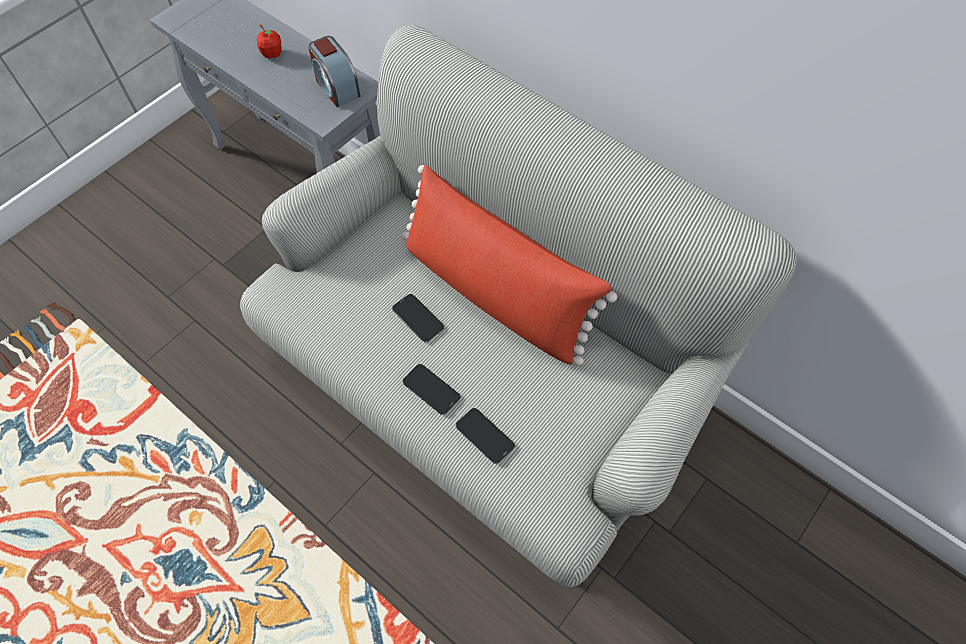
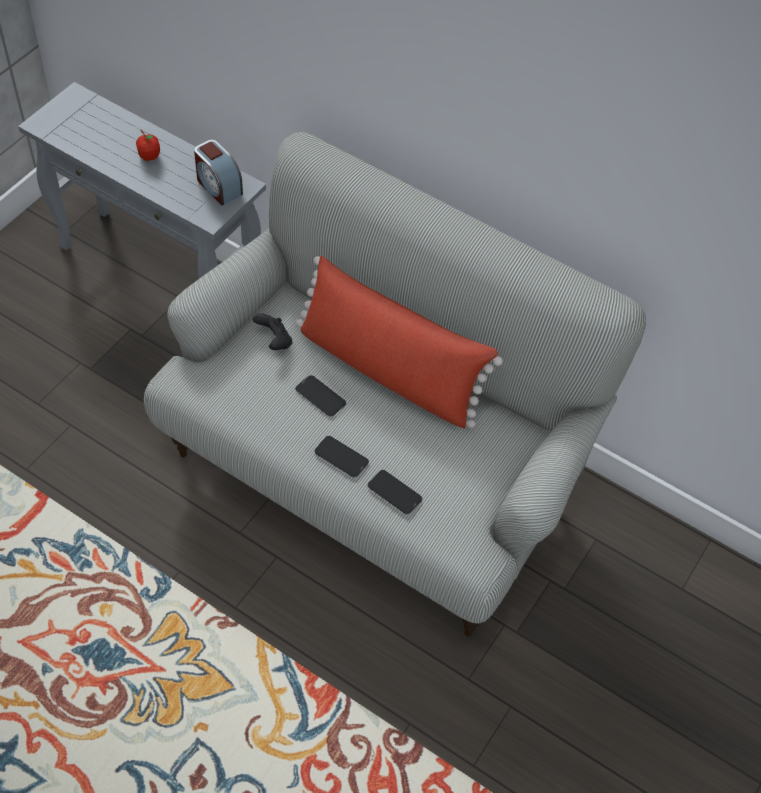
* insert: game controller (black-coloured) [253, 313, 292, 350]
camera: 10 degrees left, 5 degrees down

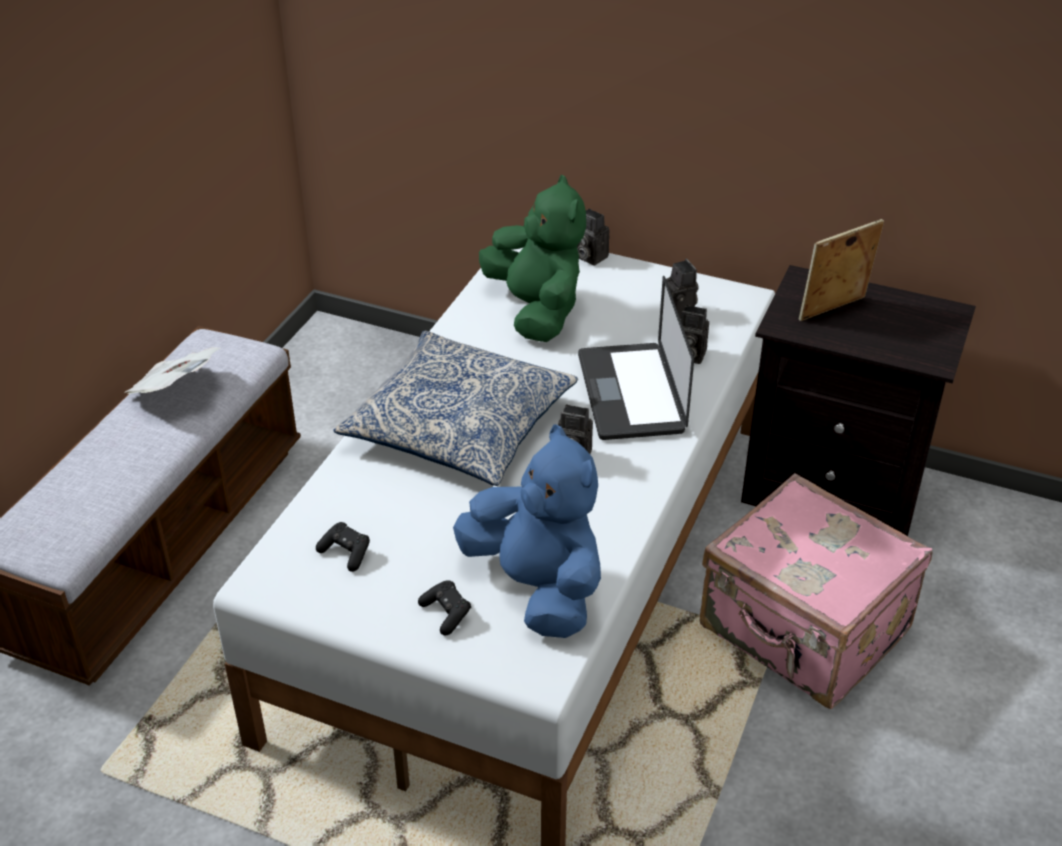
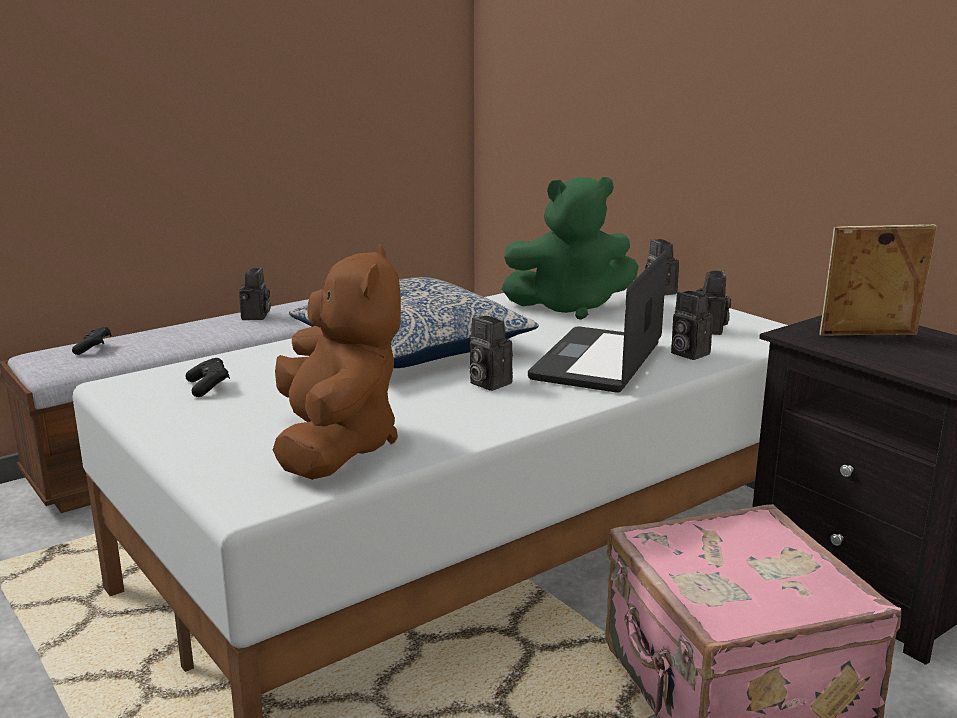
* replace: daily paper [124, 347, 221, 394] to photo camera [239, 267, 271, 320]
* move: game controller (black-coloured) [418, 580, 471, 635] to [72, 327, 112, 355]
* recolor: soft toy (blue) [453, 424, 601, 638] to soft toy (brownish) [273, 245, 401, 480]
* rotate: soft toy (green-coloured) [479, 175, 586, 342] = [502, 177, 639, 320] 75 degrees clockwise
camera: 30 degrees right, 20 degrees down

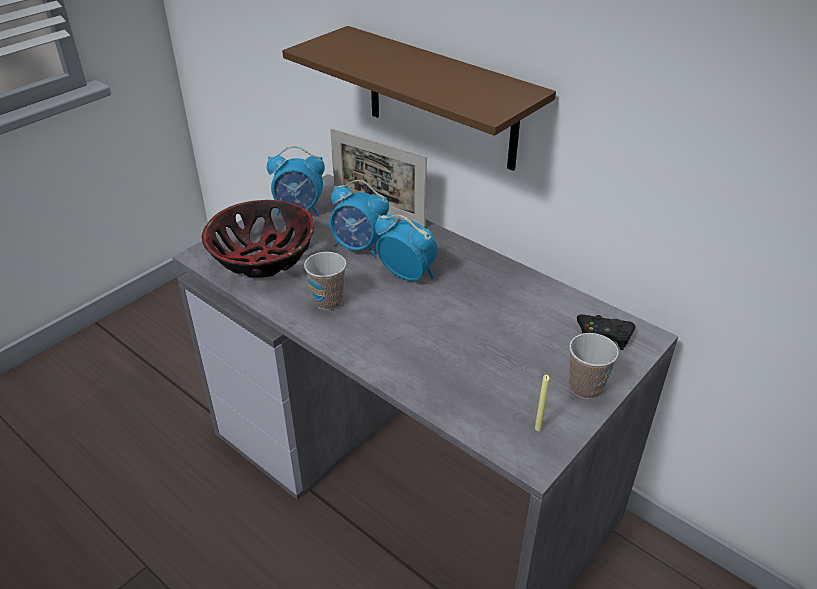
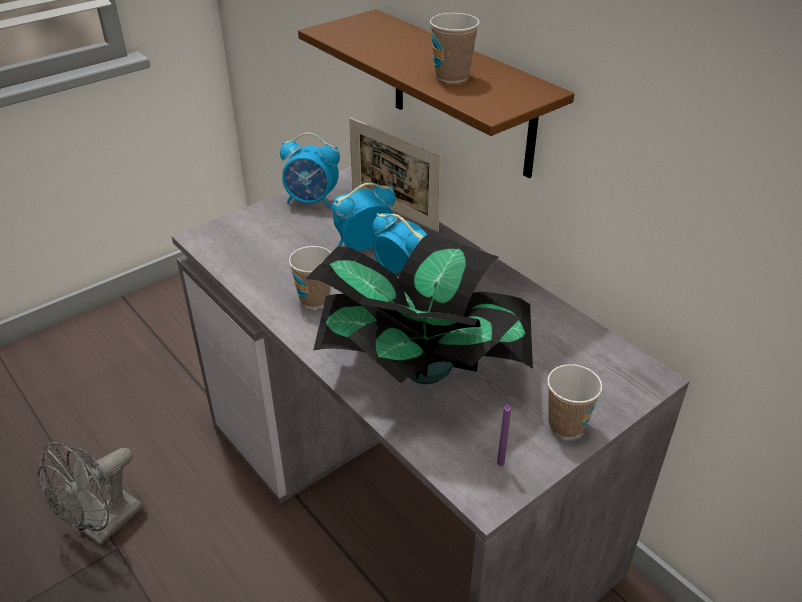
* delete: bowl [202, 200, 314, 278]
* rotate: alarm clock [330, 180, 389, 257] = [332, 183, 395, 251] 120 degrees clockwise
* recolor: candle (yellow) [535, 375, 549, 431] to candle (purple-coloured) [497, 404, 511, 466]
* delete: game controller (black-coloured) [577, 314, 635, 350]
* insert: electric fan (gray) [38, 442, 143, 546]
* insert: houseplant [306, 233, 533, 384]
* insert: cup [430, 13, 480, 83]
camera: 10 degrees right, 0 degrees up

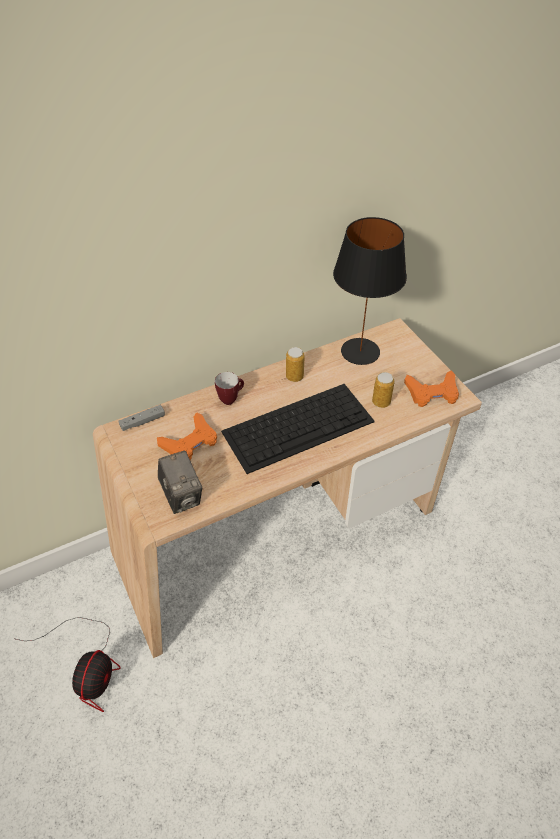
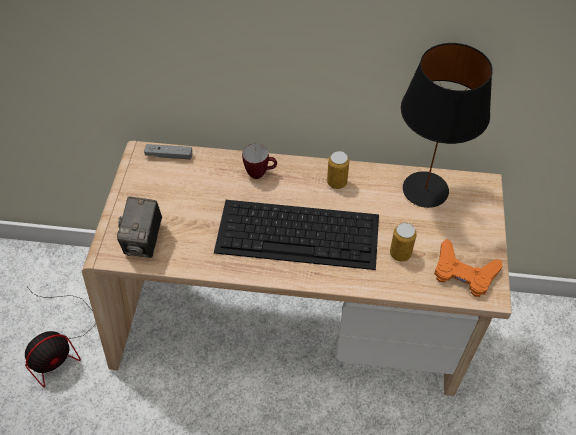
* delete: game controller (orangey) [157, 412, 217, 460]
camera: 35 degrees right, 5 degrees up

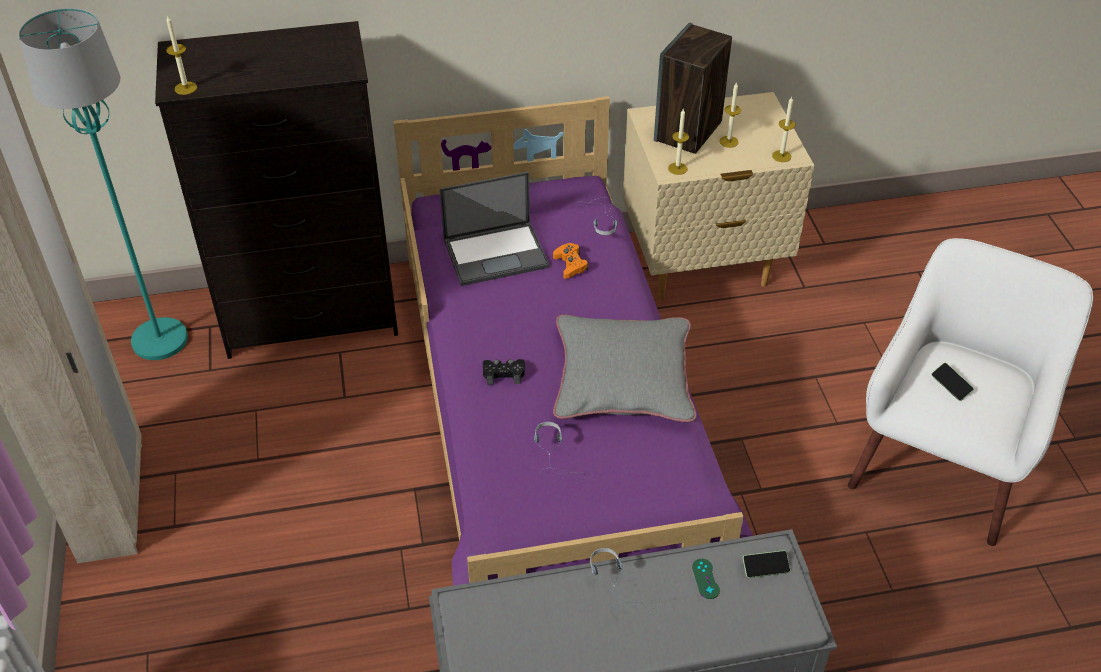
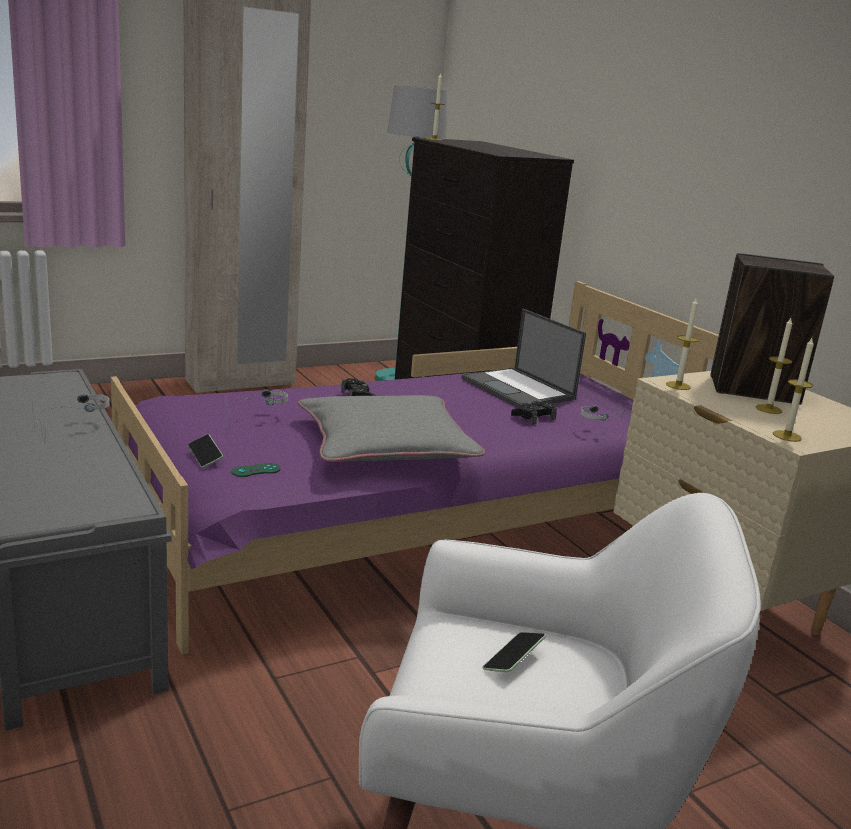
* recolor: game controller (orangey) [553, 243, 588, 279] to game controller (black-coloured) [511, 400, 557, 425]
* move: game controller (green-coloured) [692, 559, 720, 599] to [231, 463, 281, 477]
* move: telephone [743, 550, 791, 578] to [188, 434, 223, 468]
camera: 70 degrees right, 25 degrees down

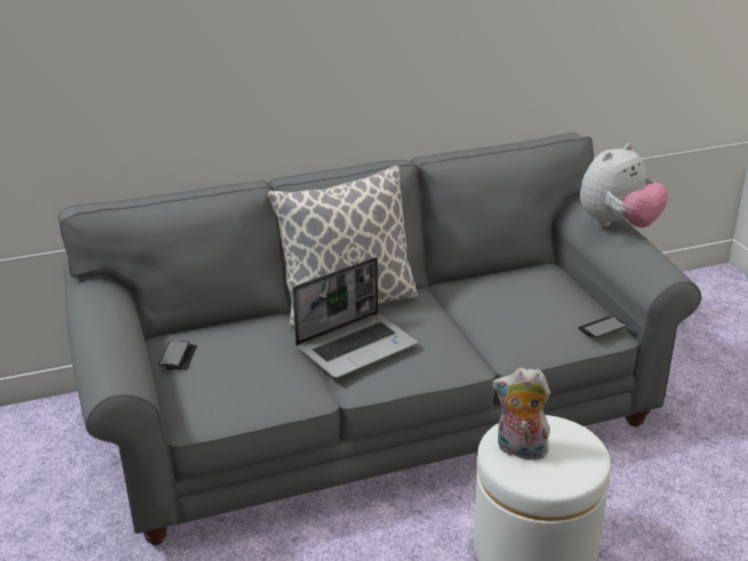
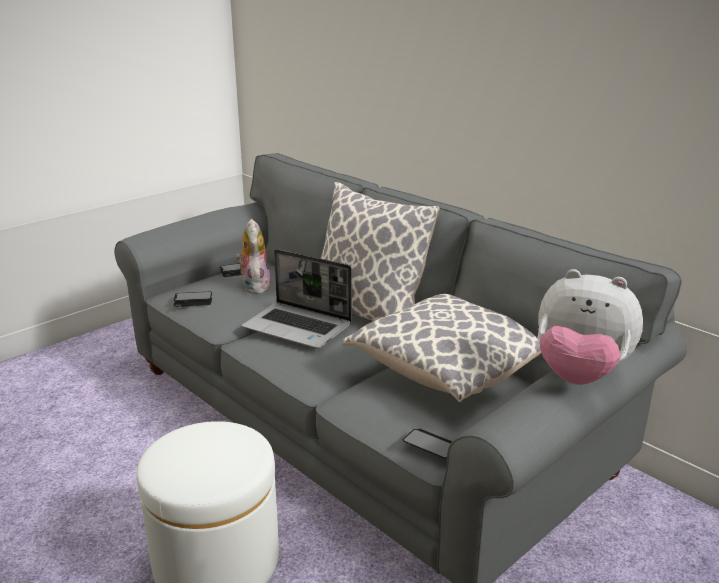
* move: soft toy [492, 368, 551, 463] to [236, 219, 271, 294]
* insert: telephone [173, 291, 212, 307]
* insert: throw pillow [342, 294, 541, 402]
camera: 65 degrees right, 5 degrees down

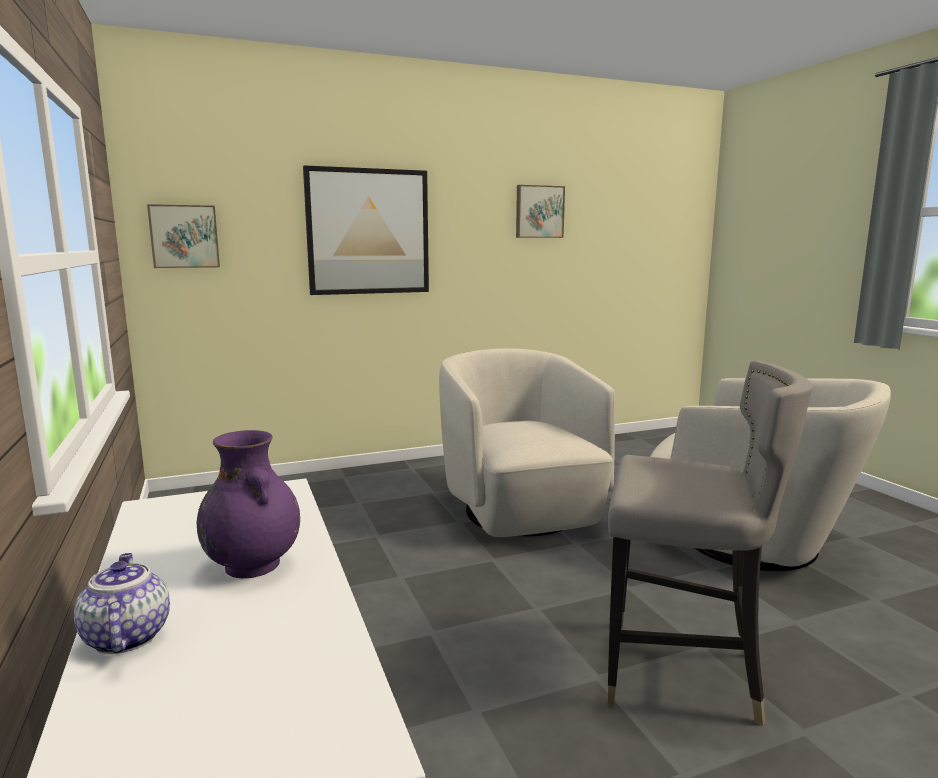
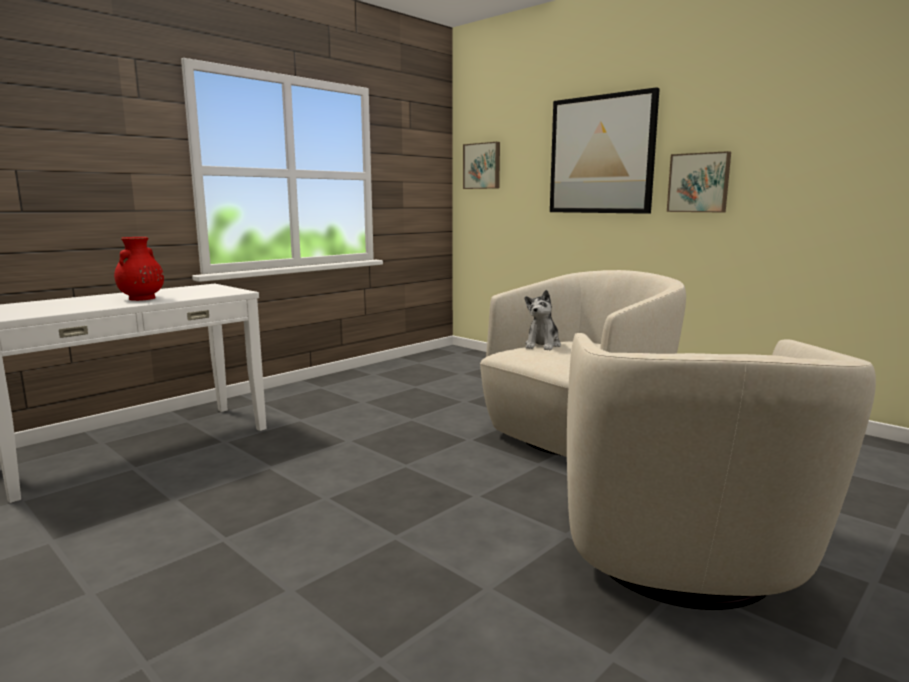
* delete: tea pot [74, 553, 170, 654]
* recolor: flower vase (purple-coloured) [197, 430, 300, 578] to flower vase (red-coloured) [114, 237, 164, 301]
* move: wall art [516, 185, 565, 238] to [667, 151, 731, 213]
* delete: stool seat (gray) [607, 361, 813, 726]
* insert: soft toy [525, 290, 561, 350]
camera: 65 degrees right, 0 degrees up

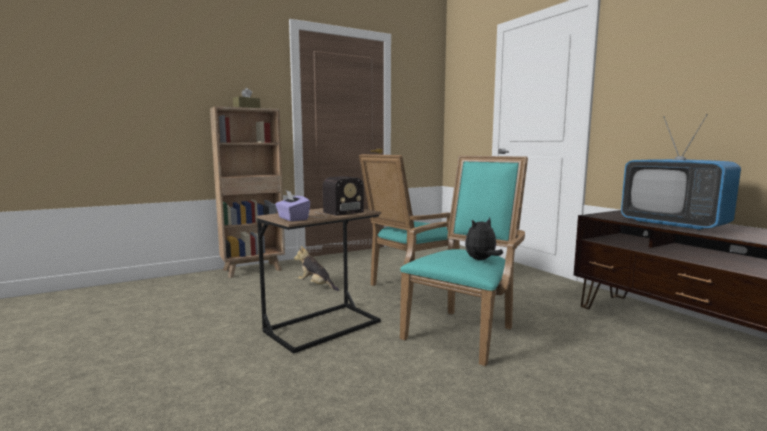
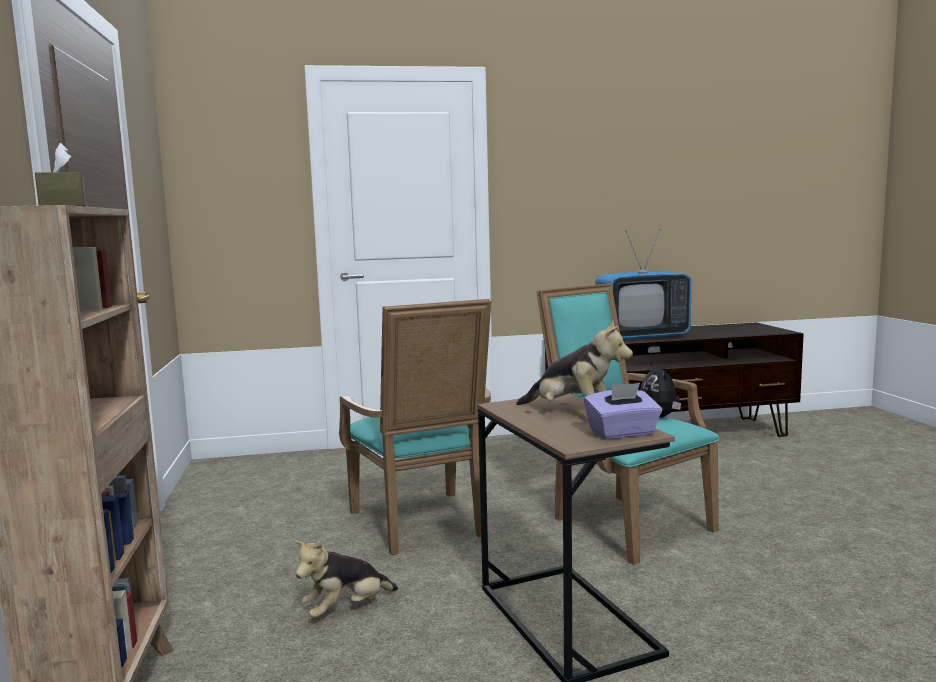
* replace: radio set [309, 176, 364, 218] to soft toy [516, 319, 633, 405]
camera: 70 degrees left, 0 degrees up

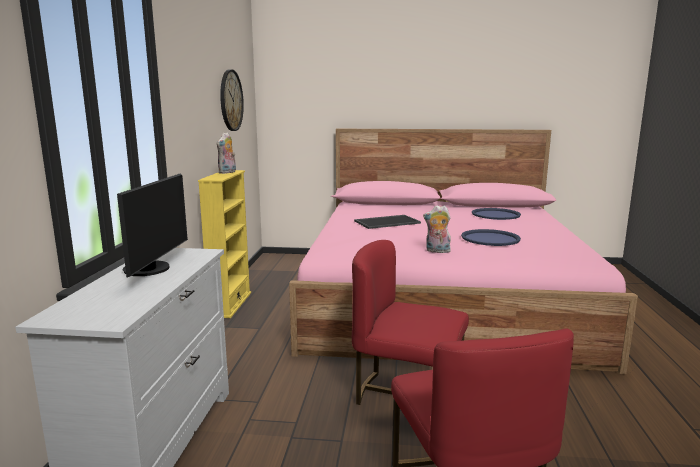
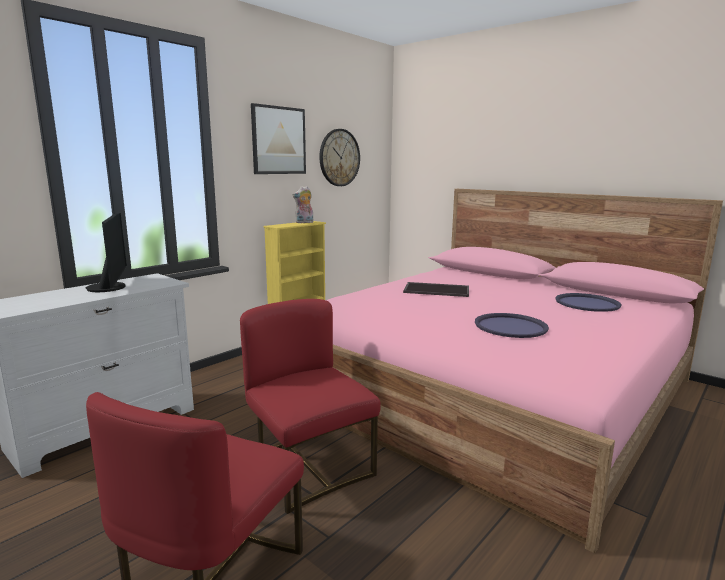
* rotate: computer display [117, 174, 188, 277] = [86, 212, 127, 292] 60 degrees counterclockwise
* delete: soft toy [423, 206, 451, 253]
* insert: wall art [251, 103, 306, 174]
camera: 35 degrees right, 0 degrees up

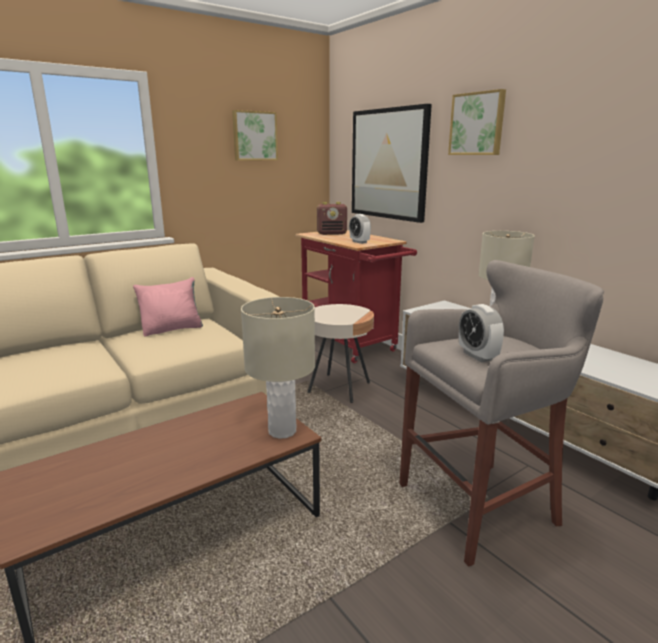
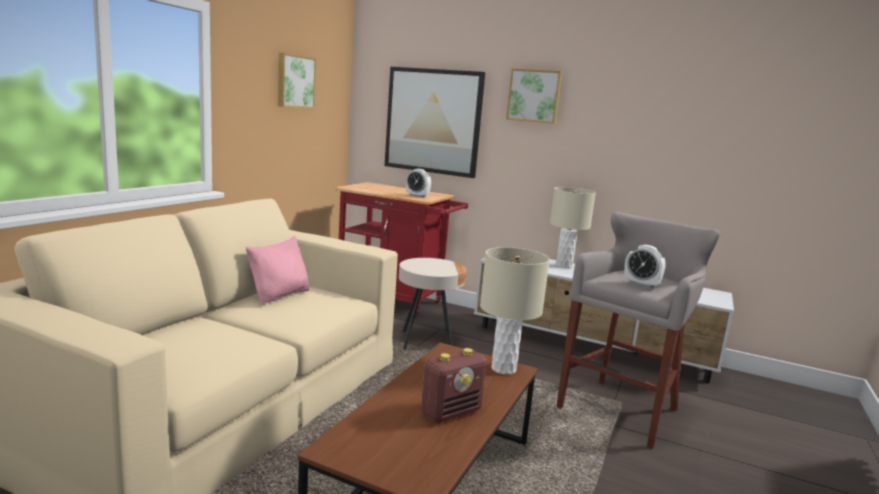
* move: radio set [317, 202, 347, 235] to [421, 348, 487, 423]
camera: 30 degrees left, 5 degrees down

